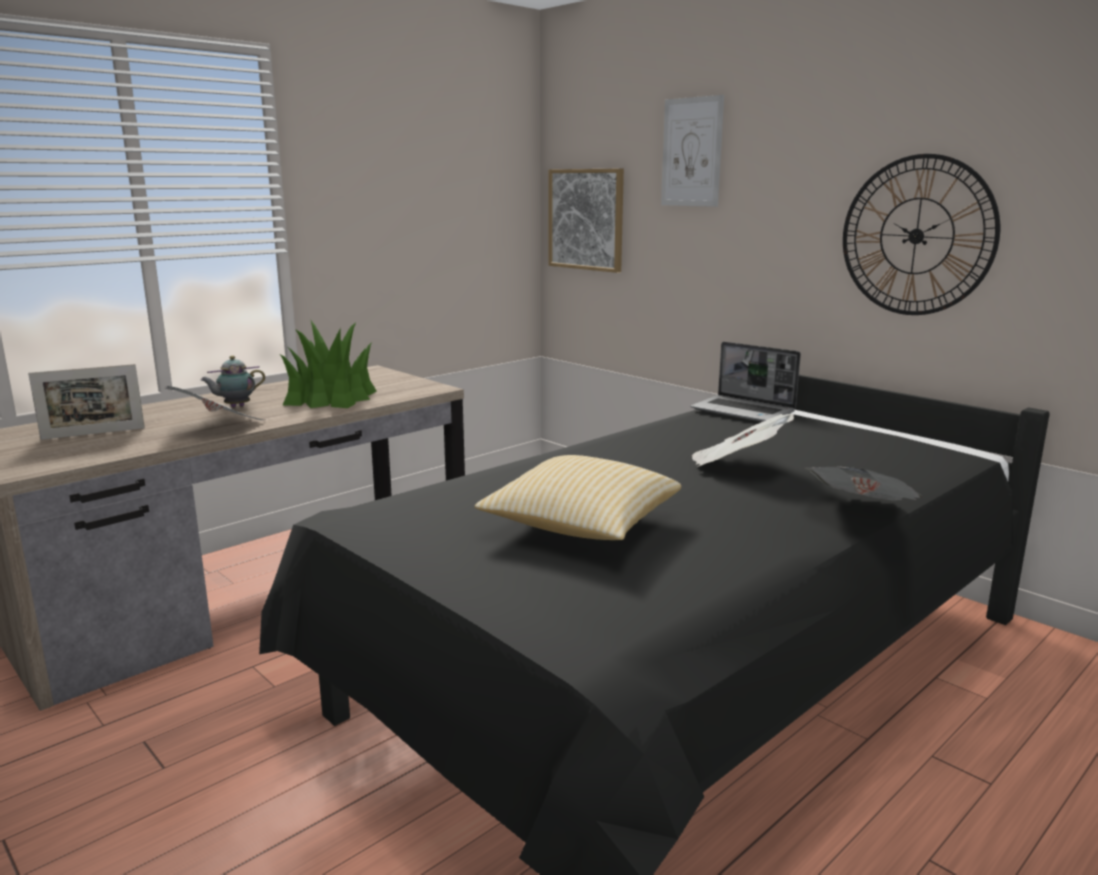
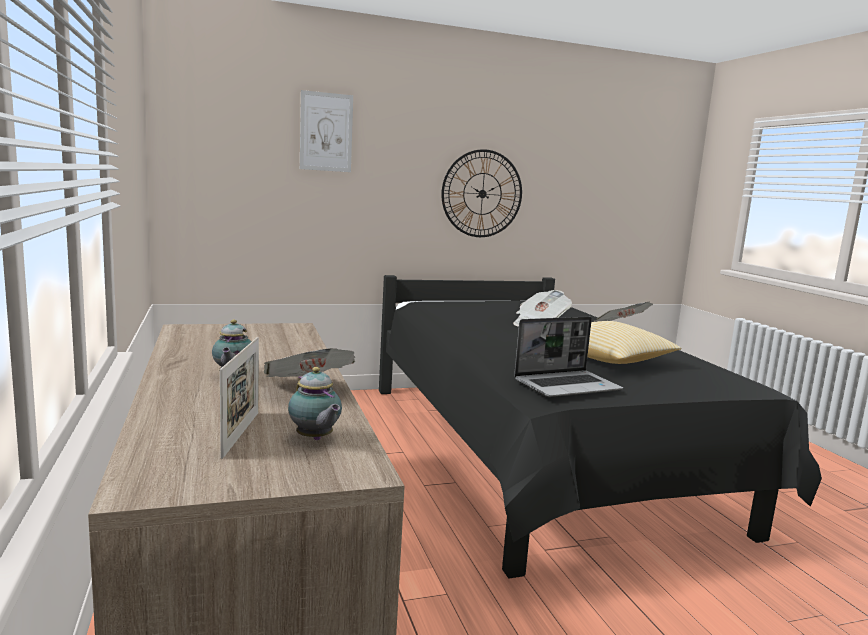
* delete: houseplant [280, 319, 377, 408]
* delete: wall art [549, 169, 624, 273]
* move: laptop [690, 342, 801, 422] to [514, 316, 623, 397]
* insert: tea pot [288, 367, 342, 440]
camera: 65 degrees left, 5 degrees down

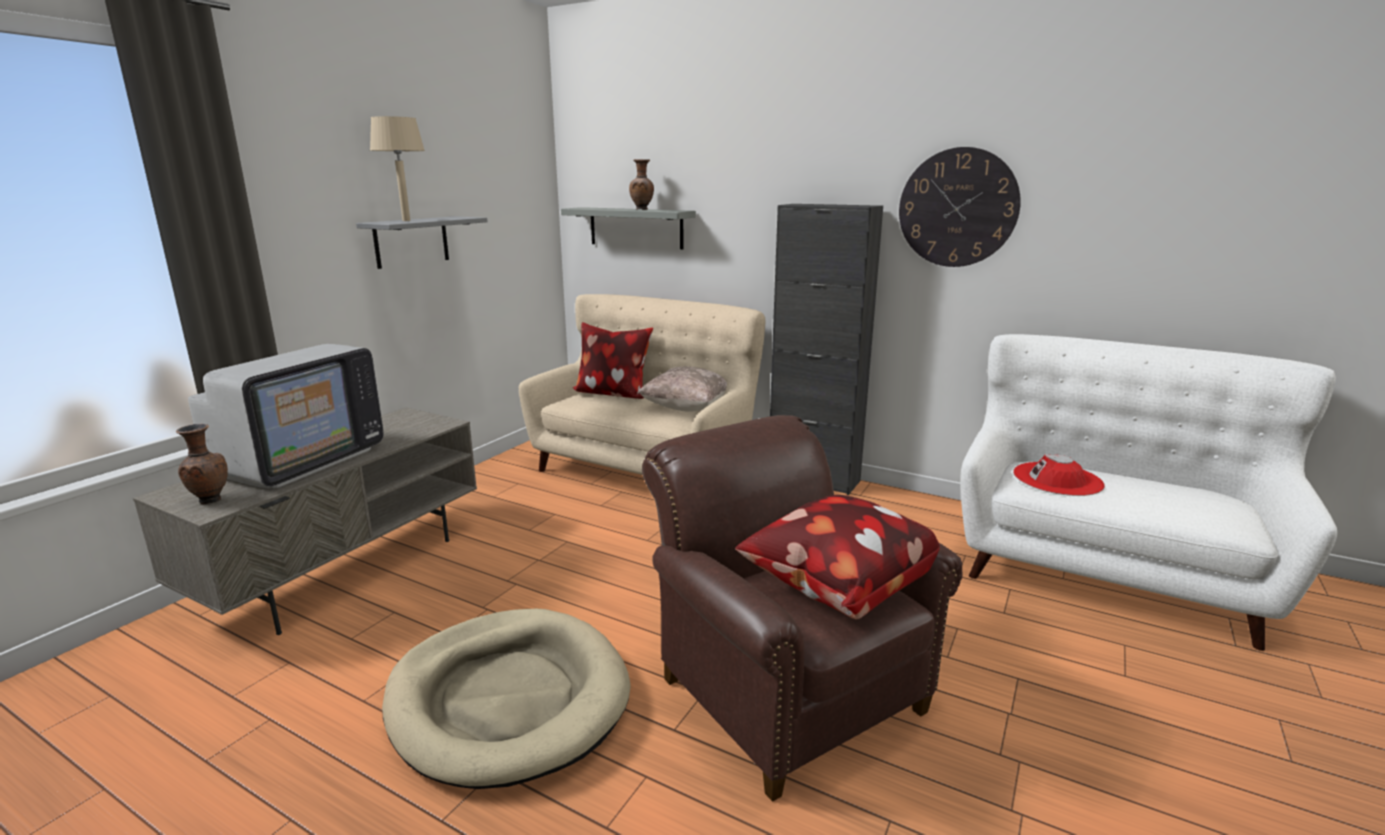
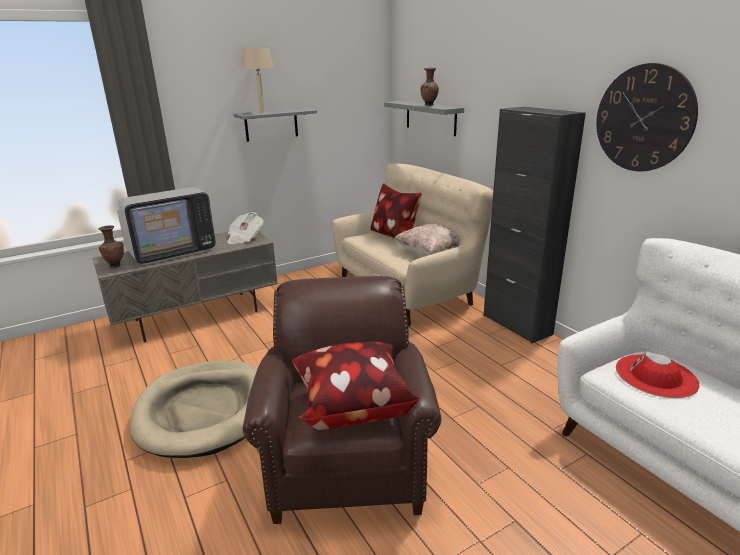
* insert: daily paper [227, 212, 263, 244]
camera: 30 degrees right, 5 degrees up

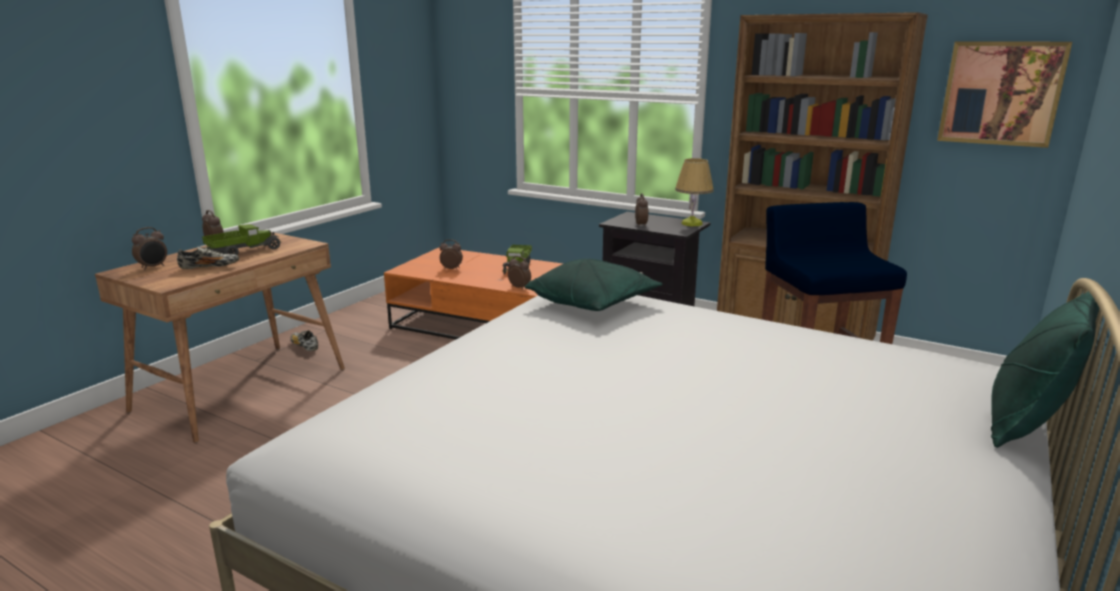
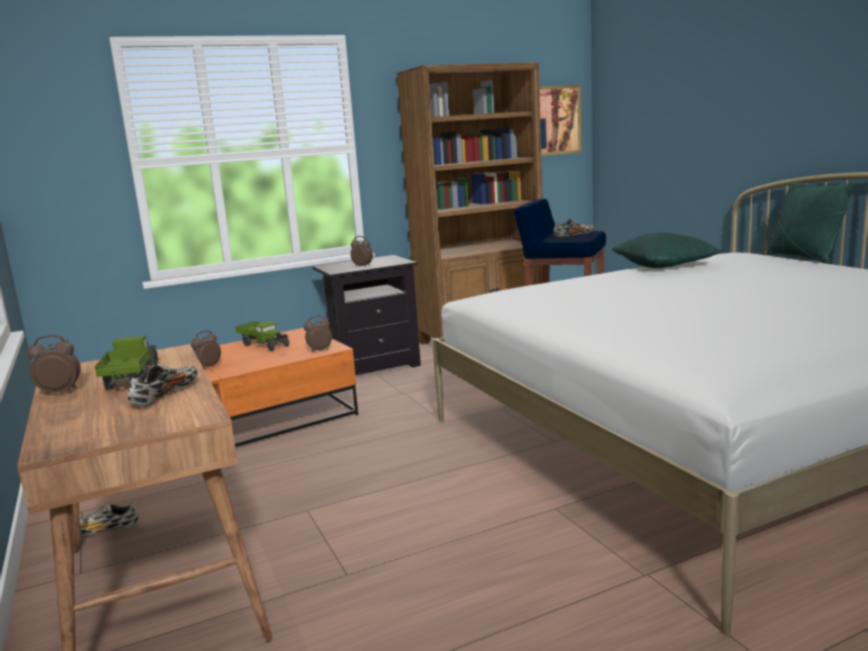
* delete: alarm clock [132, 227, 167, 270]
* move: throw pillow (green-coloured) [525, 259, 663, 311] to [612, 233, 723, 268]
* delete: table lamp [675, 158, 714, 226]
* insert: low shoe [554, 219, 596, 237]
camera: 55 degrees left, 5 degrees down

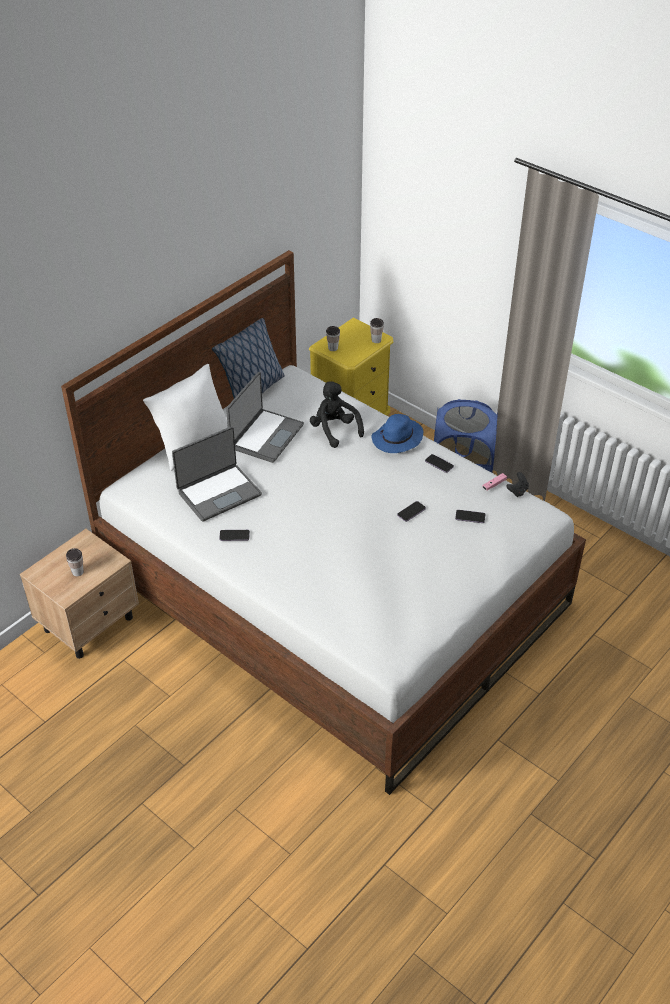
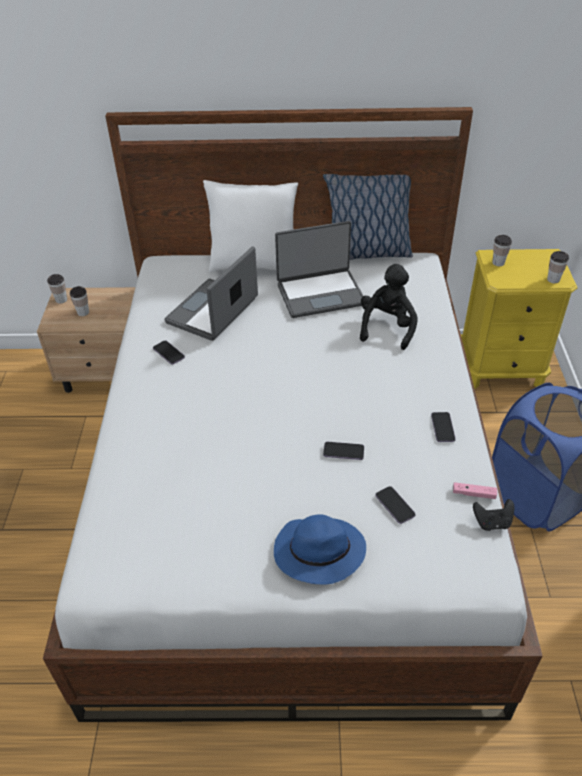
* rotate: laptop [172, 426, 262, 522] = [164, 247, 258, 341] 105 degrees clockwise
* move: hat (blue) [371, 414, 423, 453] to [274, 514, 366, 584]
* insert: cup [47, 274, 67, 304]
camera: 50 degrees right, 0 degrees up

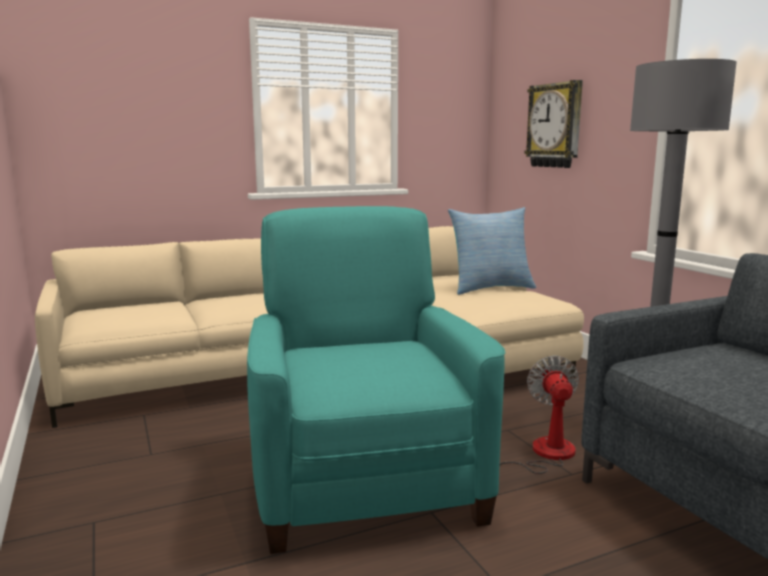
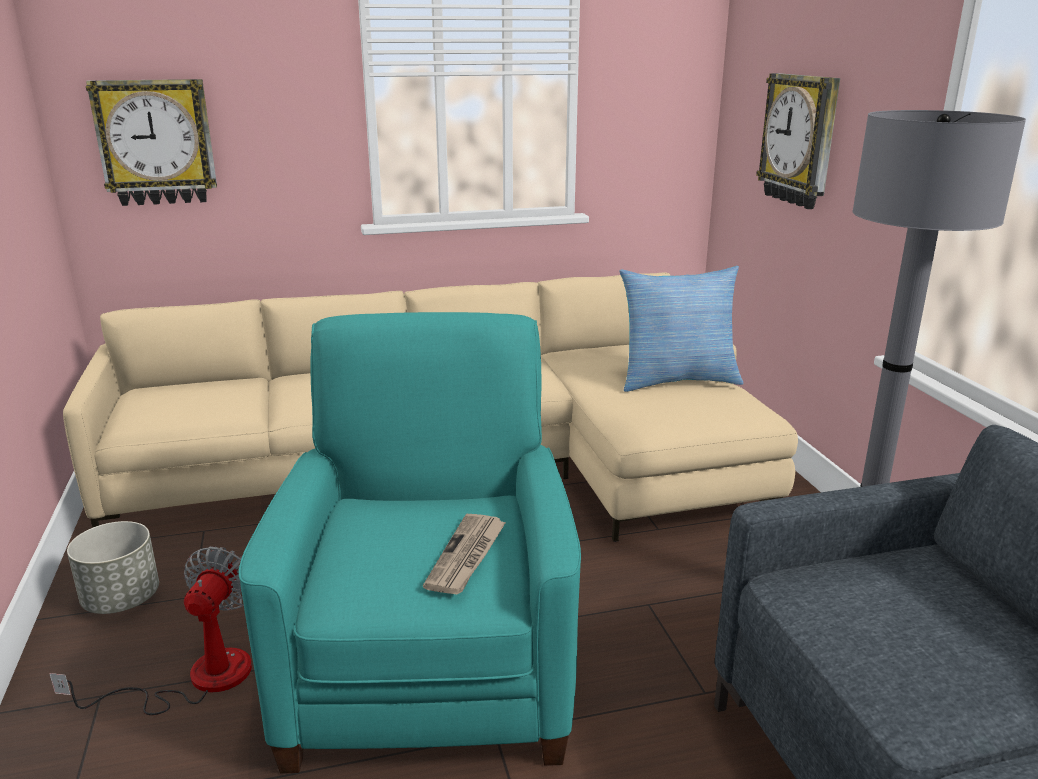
* move: electric fan [500, 356, 579, 474] to [49, 546, 252, 715]
* insert: plant pot (gray) [67, 521, 159, 614]
* insert: hanging clock [86, 79, 217, 206]
* insert: daily paper [423, 514, 506, 595]
camera: 10 degrees right, 10 degrees up

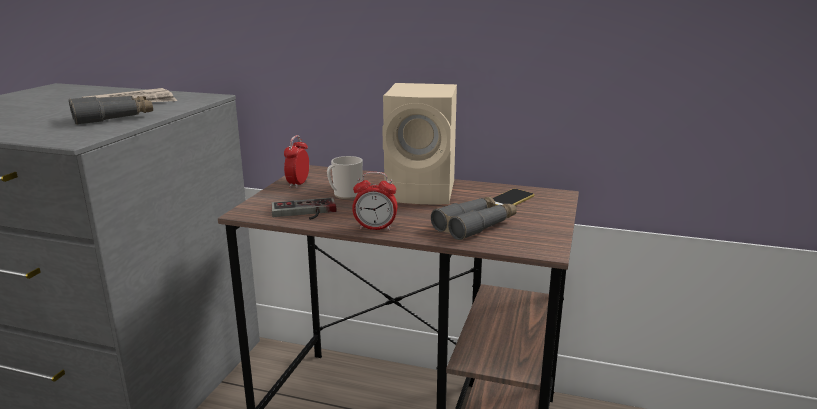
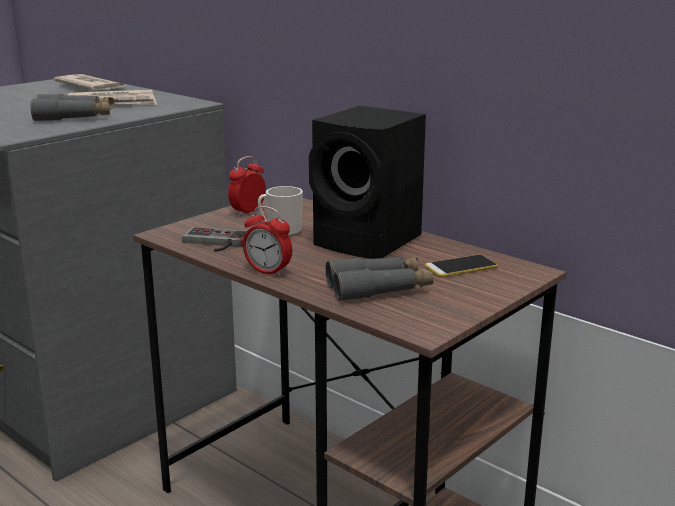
* recolor: loudspeaker (beige) [382, 83, 457, 204] to loudspeaker (black-coloured) [309, 106, 426, 259]
* insert: daily paper [54, 74, 127, 90]
camera: 25 degrees right, 0 degrees up

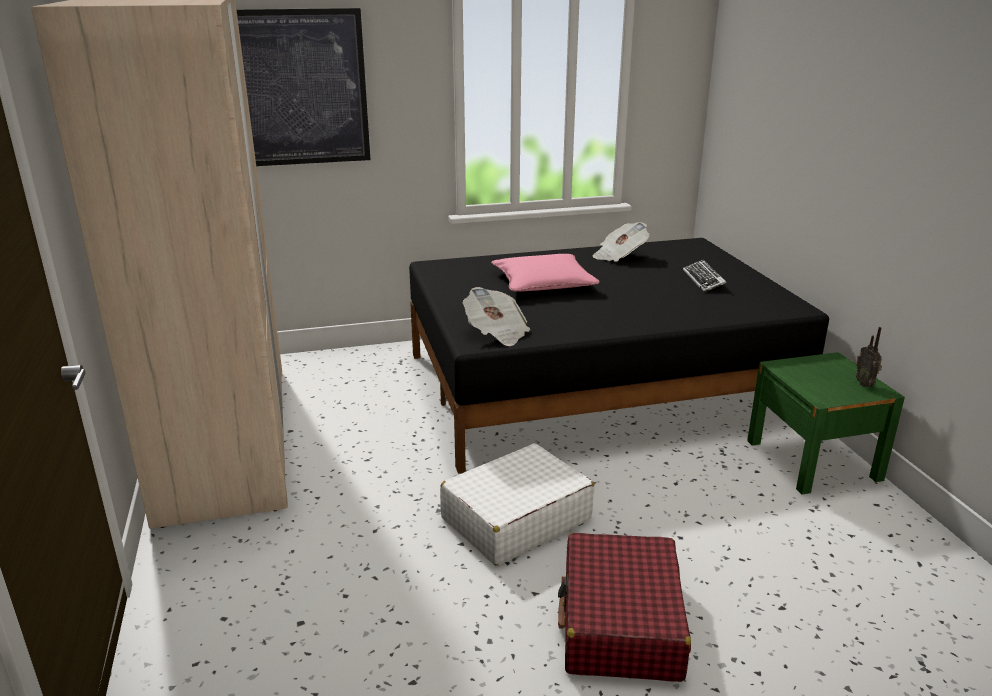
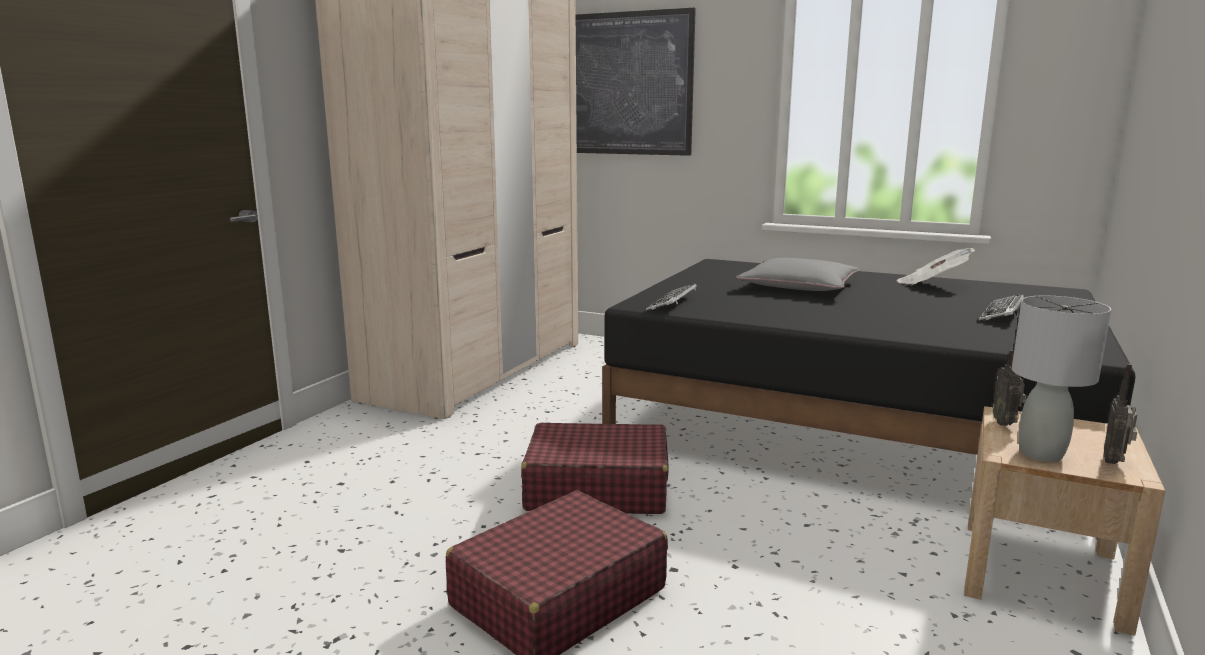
* recolor: travel case (whitish) [440, 444, 594, 566] to travel case (red-coloured) [521, 423, 668, 514]
* replace: daily paper [463, 287, 530, 346] to keyboard [646, 284, 697, 311]
* recolor: throw pillow (pinkish) [491, 254, 600, 292] to throw pillow (gray) [736, 258, 860, 291]
* recolor: night table (green-coloured) [747, 352, 905, 495] to night table (beige) [964, 406, 1165, 636]
* insert: radio set [993, 340, 1026, 426]
* insert: table lamp (gray) [1012, 296, 1111, 462]
camera: 40 degrees right, 10 degrees down

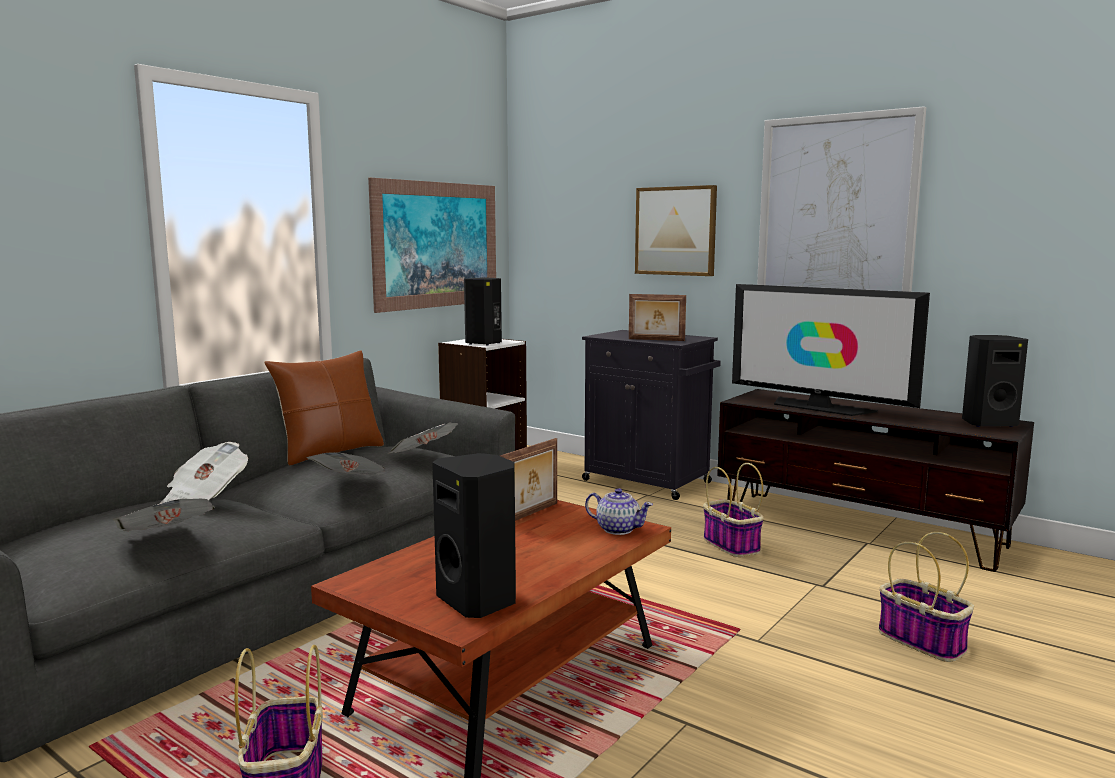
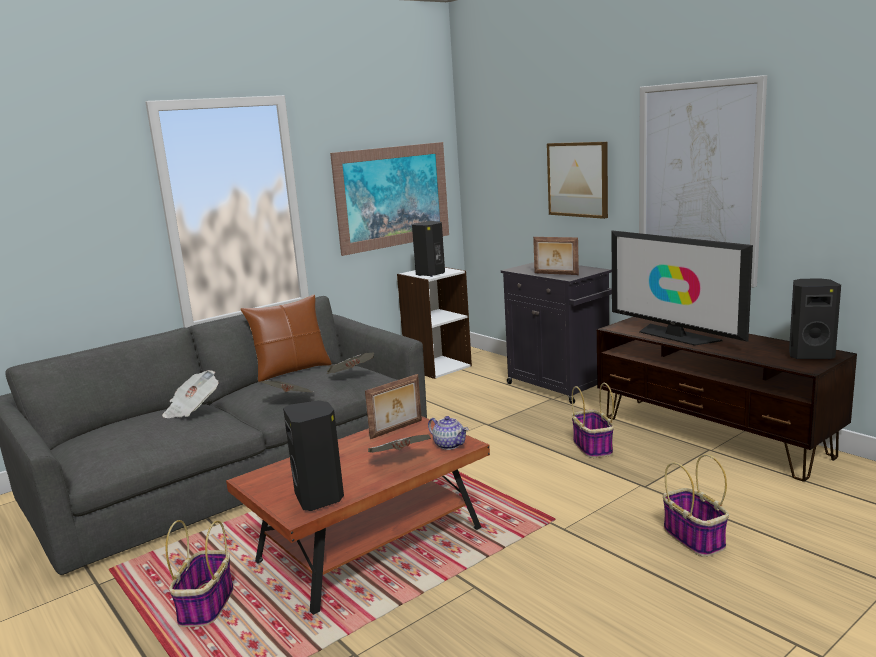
* move: daily paper [112, 499, 215, 531] to [368, 435, 431, 453]
camera: 15 degrees right, 5 degrees up

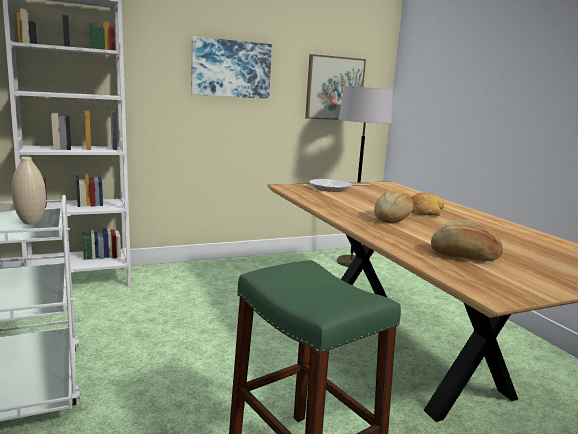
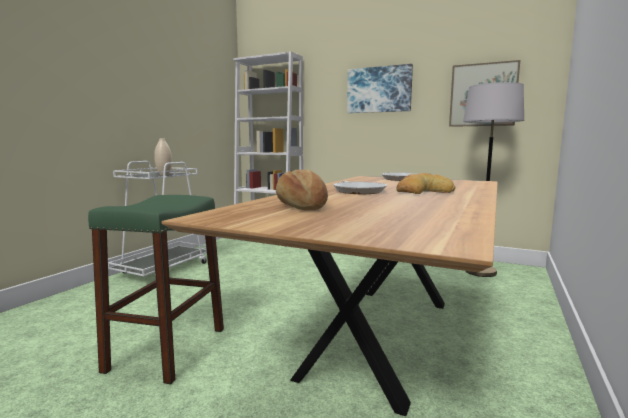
* replace: bakery bread [374, 190, 413, 223] to pan [333, 180, 387, 194]
camera: 50 degrees right, 5 degrees down

